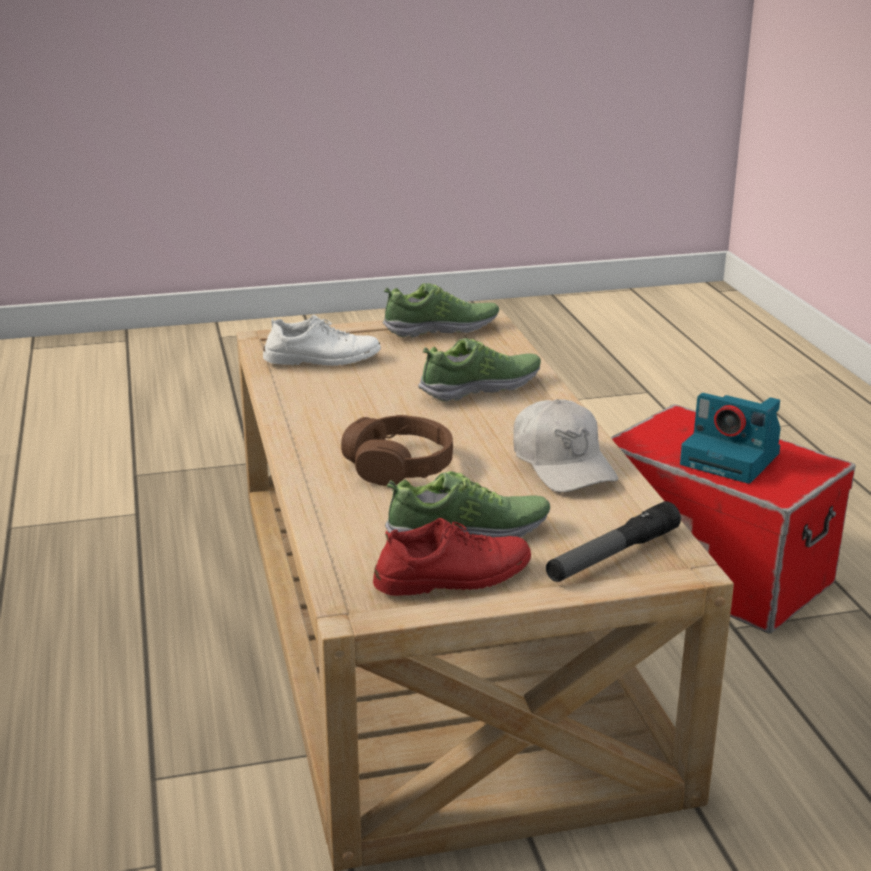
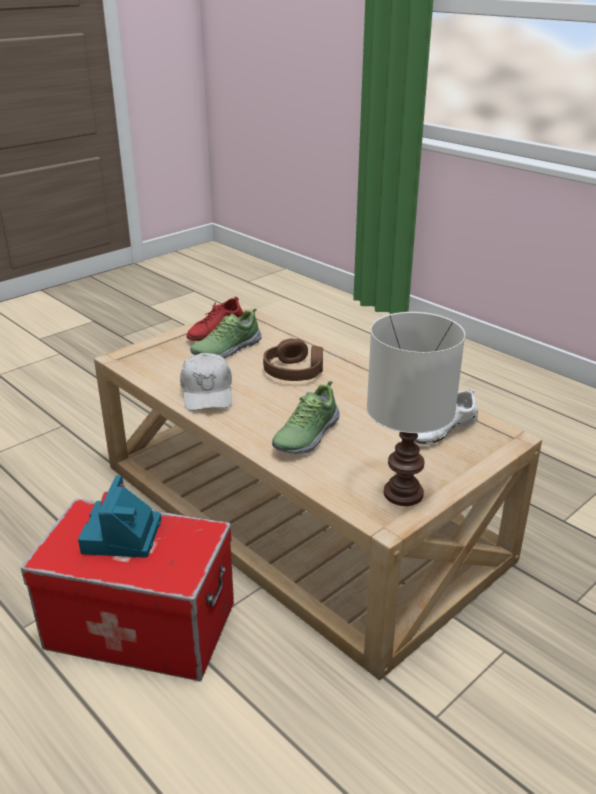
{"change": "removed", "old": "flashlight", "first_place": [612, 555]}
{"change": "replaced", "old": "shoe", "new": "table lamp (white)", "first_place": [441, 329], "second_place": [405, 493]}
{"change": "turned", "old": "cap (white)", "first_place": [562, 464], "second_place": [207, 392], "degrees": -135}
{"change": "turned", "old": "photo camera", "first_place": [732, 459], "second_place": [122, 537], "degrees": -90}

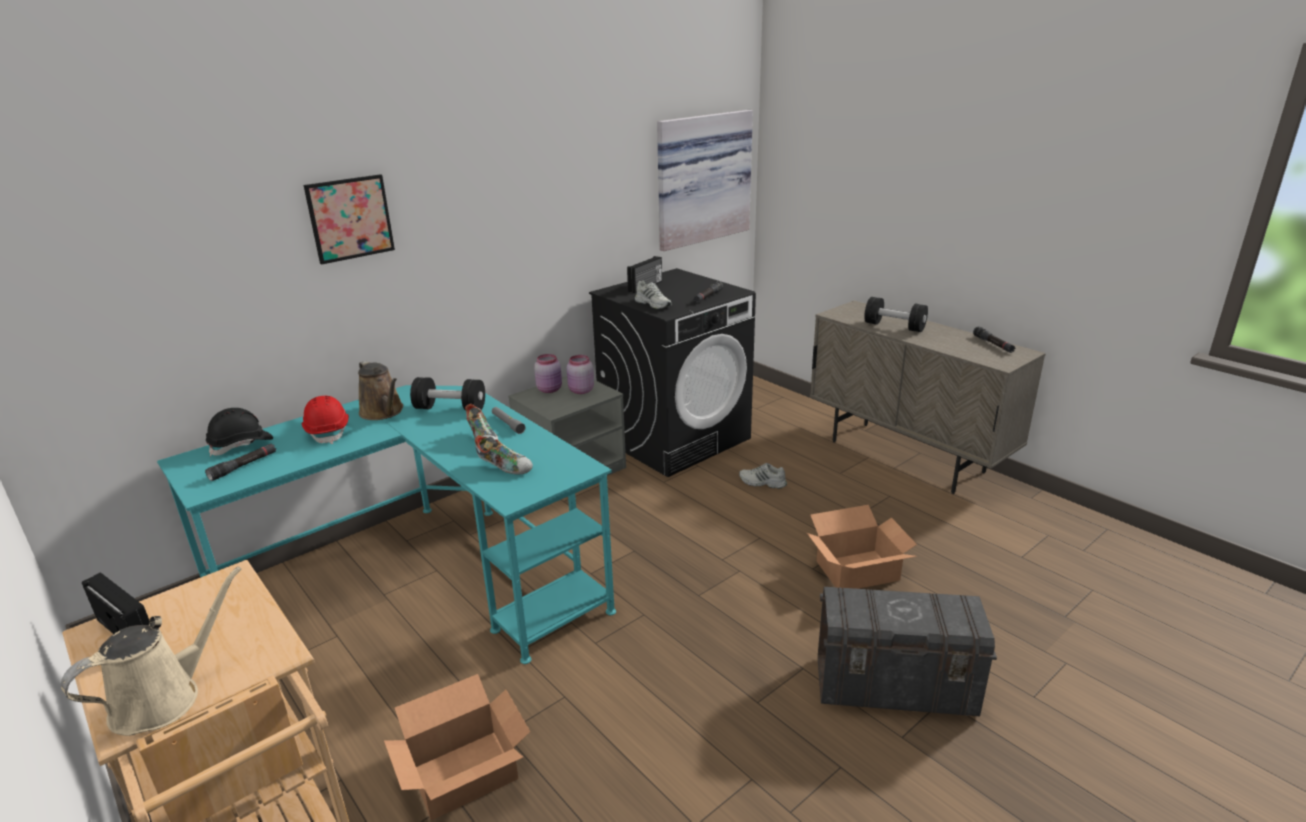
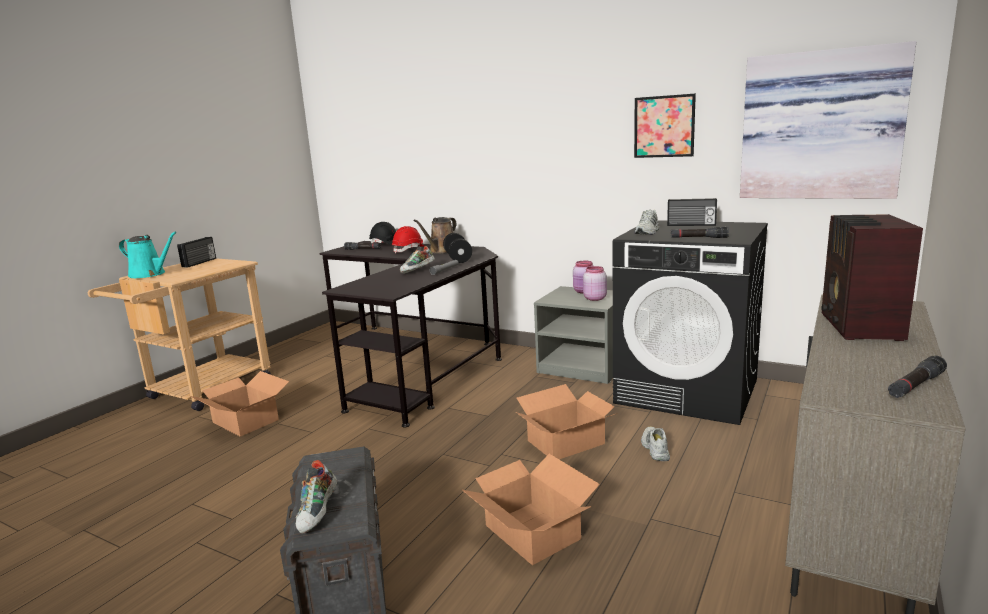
{"change": "added", "new": "cardboard box", "second_place": [567, 442]}
{"change": "moved", "old": "picture", "first_place": [350, 218], "second_place": [664, 126]}
{"change": "moved", "old": "shoe", "first_place": [505, 467], "second_place": [318, 513]}
{"change": "replaced", "old": "dumbbell (black)", "new": "radio", "first_place": [894, 326], "second_place": [859, 327]}
{"change": "recoloured", "old": "watering can (beige)", "new": "watering can (turquoise)", "first_place": [164, 698], "second_place": [150, 274]}
{"change": "recoloured", "old": "desk (turquoise)", "new": "desk (black)", "first_place": [423, 575], "second_place": [417, 362]}

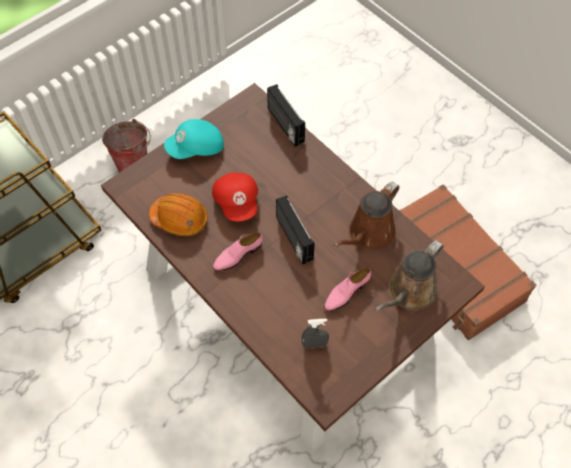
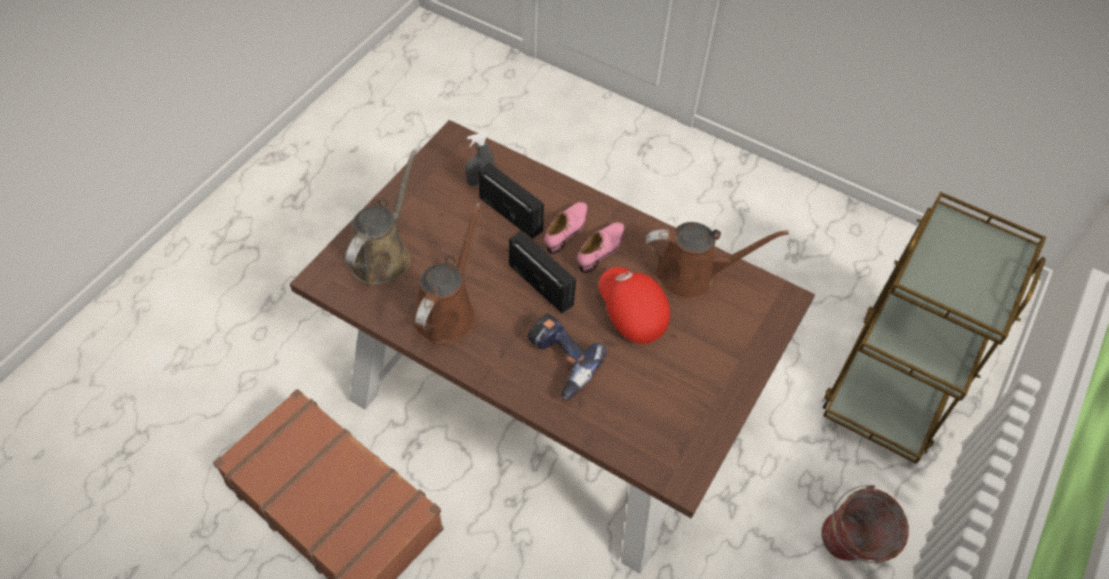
{"change": "removed", "old": "cap (turquoise)", "first_place": [196, 148]}
{"change": "added", "new": "power drill", "second_place": [559, 362]}
{"change": "moved", "old": "radio", "first_place": [284, 125], "second_place": [511, 213]}
{"change": "moved", "old": "shoe (pink)", "first_place": [346, 293], "second_place": [567, 230]}
{"change": "replaced", "old": "hard hat (orange)", "new": "watering can (brown)", "first_place": [180, 219], "second_place": [692, 275]}

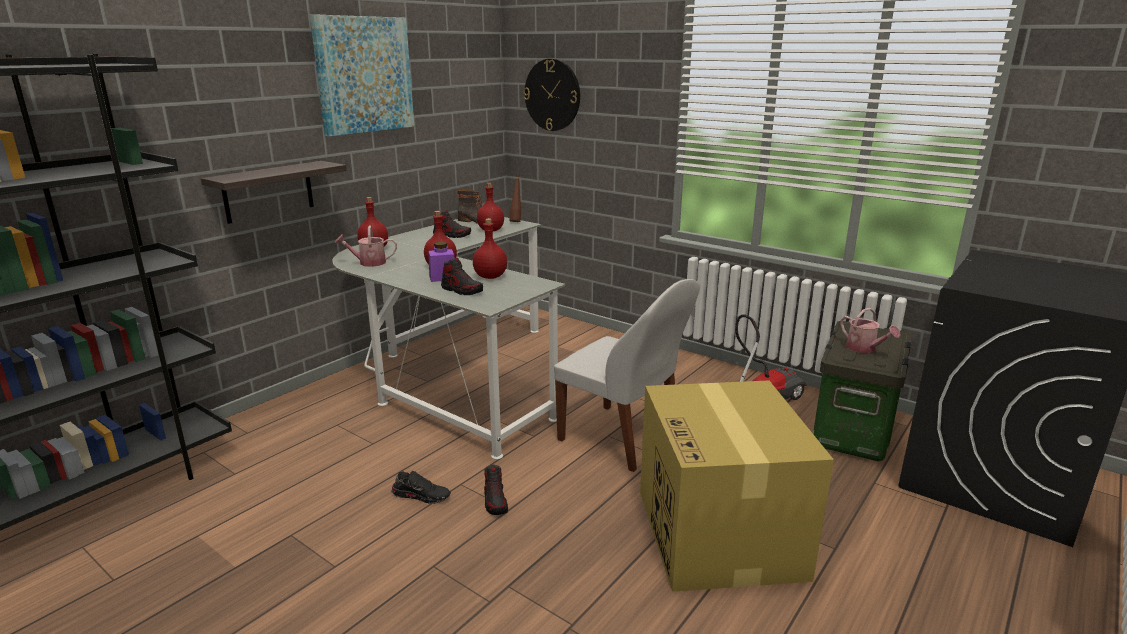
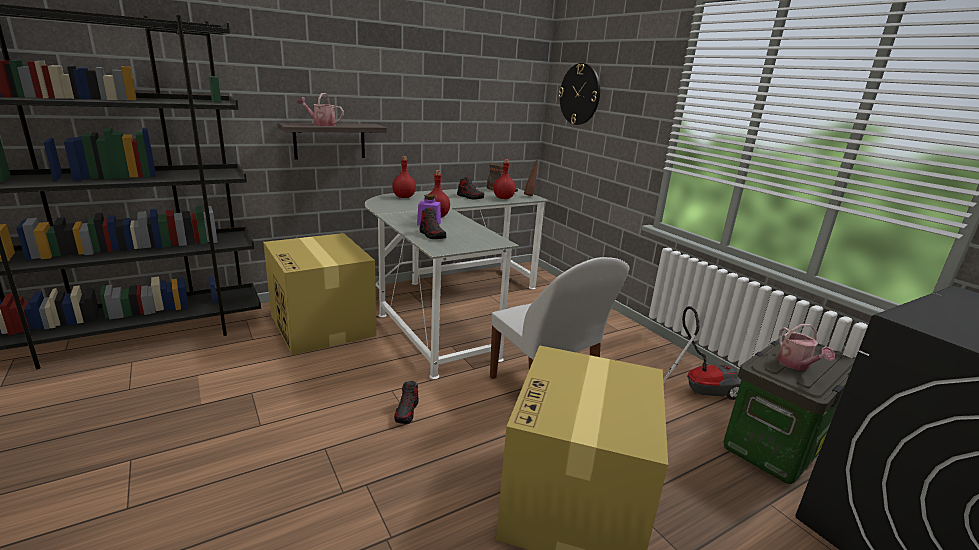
{"change": "removed", "old": "picture", "first_place": [364, 75]}
{"change": "removed", "old": "shoe (black)", "first_place": [422, 495]}
{"change": "removed", "old": "bottle (red)", "first_place": [491, 277]}
{"change": "added", "new": "cardboard box", "second_place": [323, 325]}
{"change": "moved", "old": "watering can", "first_place": [368, 263], "second_place": [321, 124]}

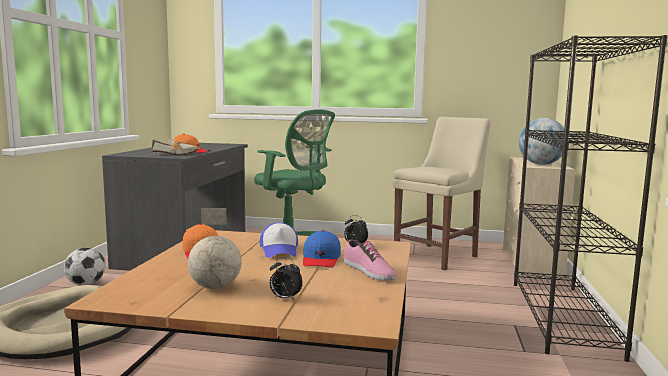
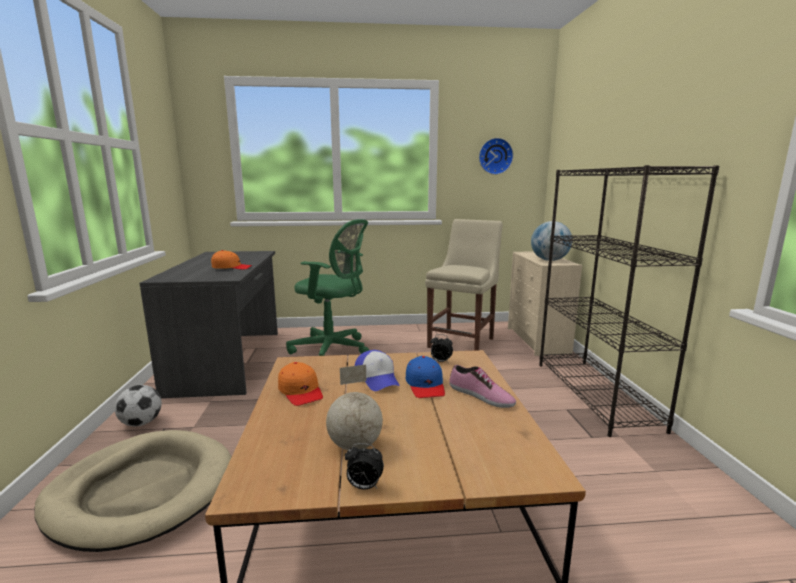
{"change": "removed", "old": "shoe", "first_place": [176, 154]}
{"change": "added", "new": "wall clock", "second_place": [495, 156]}
{"change": "moved", "old": "alarm clock", "first_place": [284, 298], "second_place": [364, 486]}

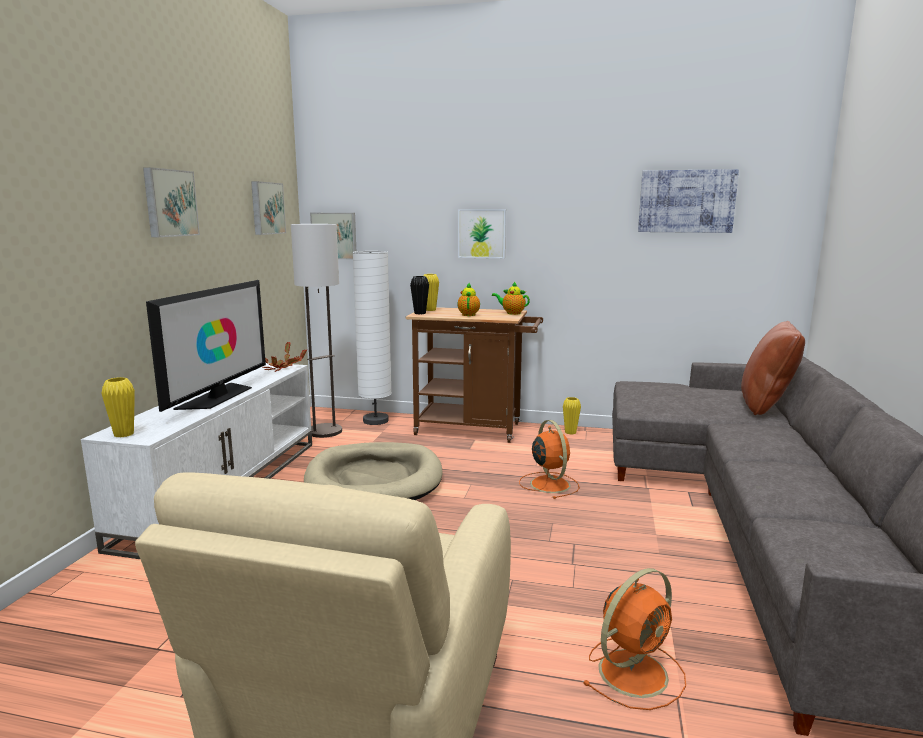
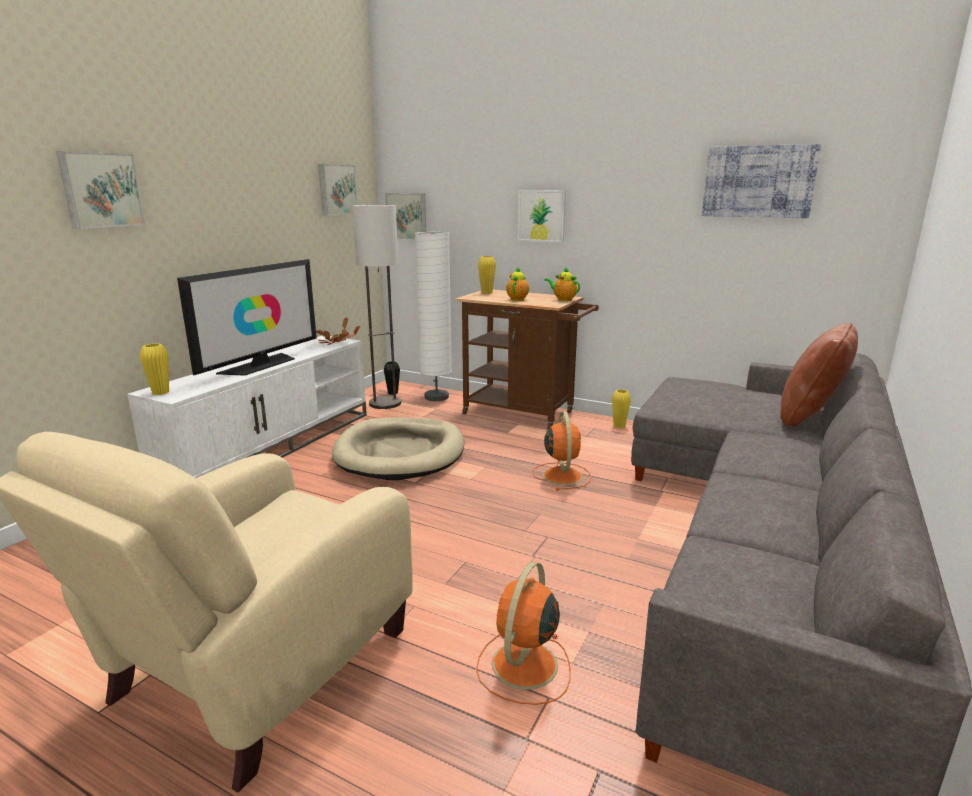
{"change": "moved", "old": "picture", "first_place": [169, 203], "second_place": [101, 190]}
{"change": "moved", "old": "vase (black)", "first_place": [420, 313], "second_place": [393, 393]}
{"change": "turned", "old": "fan (orange)", "first_place": [635, 671], "second_place": [523, 666], "degrees": 135}

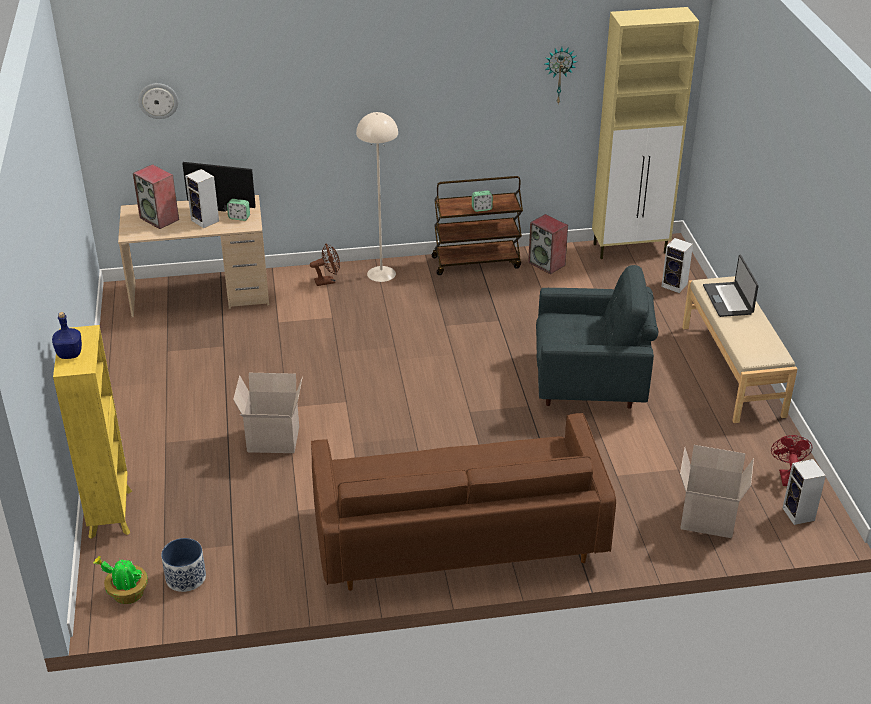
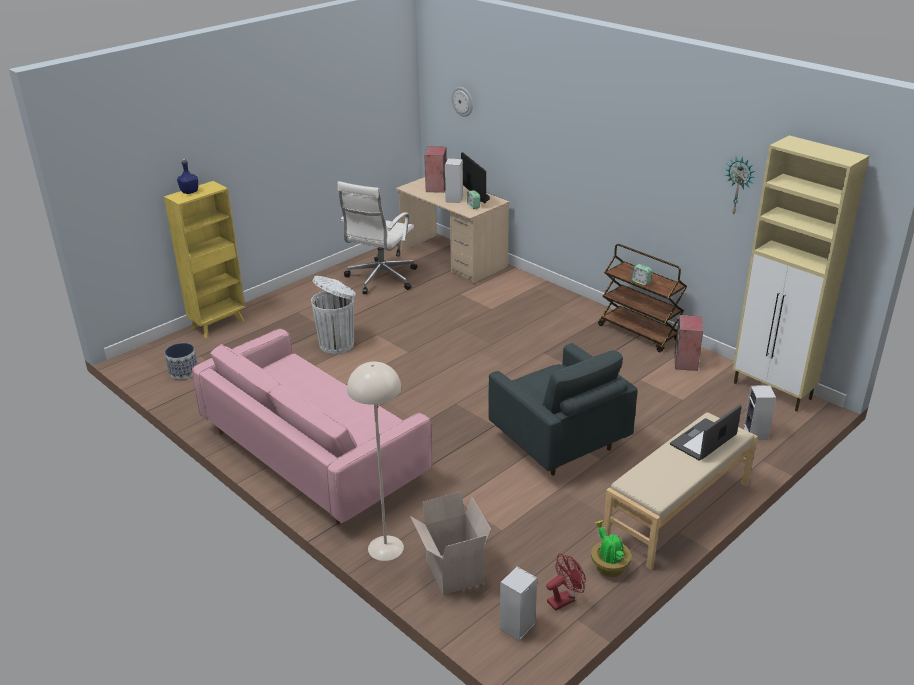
{"change": "removed", "old": "fan (brown)", "first_place": [328, 281]}
{"change": "added", "new": "office chair (white)", "second_place": [380, 279]}
{"change": "moved", "old": "potted plant", "first_place": [126, 594], "second_place": [608, 567]}
{"change": "moved", "old": "floor lamp (beige)", "first_place": [381, 274], "second_place": [385, 548]}
{"change": "replaced", "old": "cardboard box", "new": "trash can (white)", "first_place": [272, 440], "second_place": [338, 344]}
{"change": "recoloured", "old": "sofa (brown)", "new": "sofa (pink)", "first_place": [458, 535], "second_place": [314, 454]}

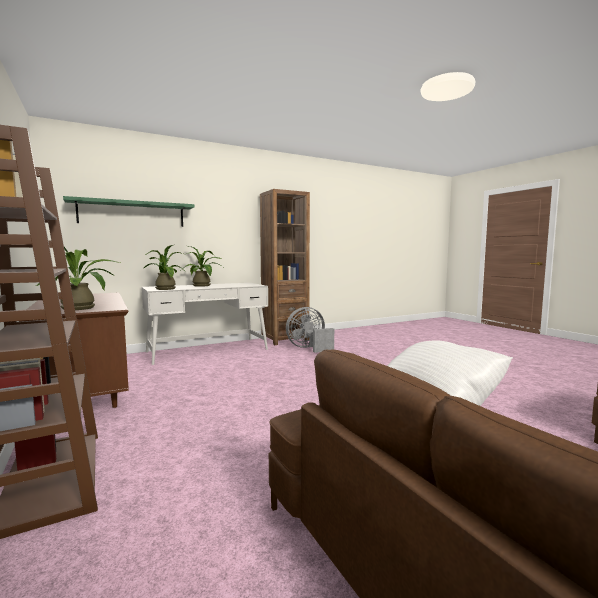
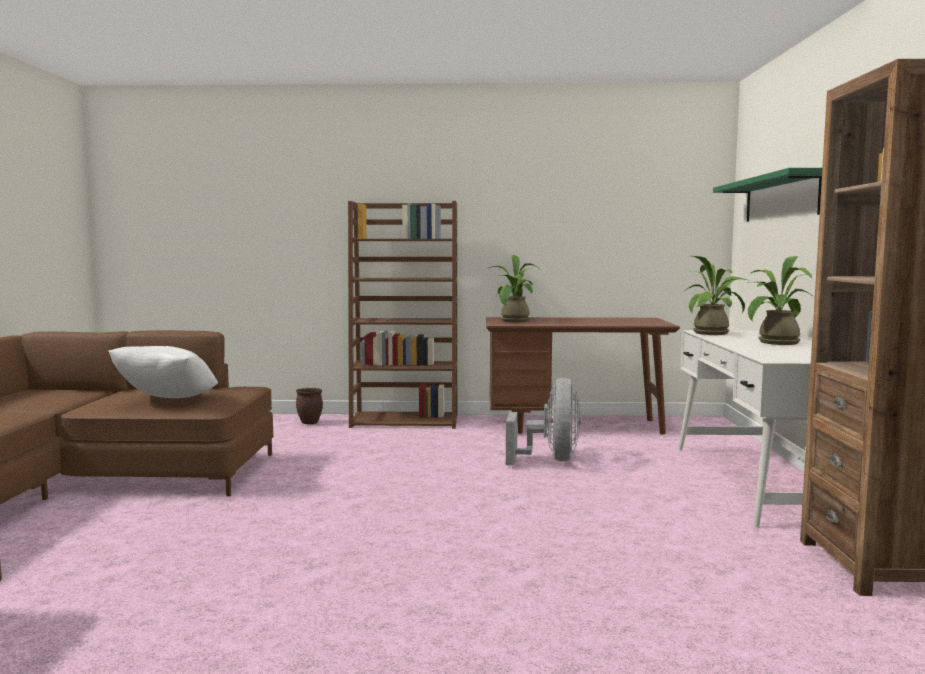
{"change": "added", "new": "planter (brown)", "second_place": [310, 422]}
{"change": "moved", "old": "fan (grey)", "first_place": [309, 348], "second_place": [551, 460]}

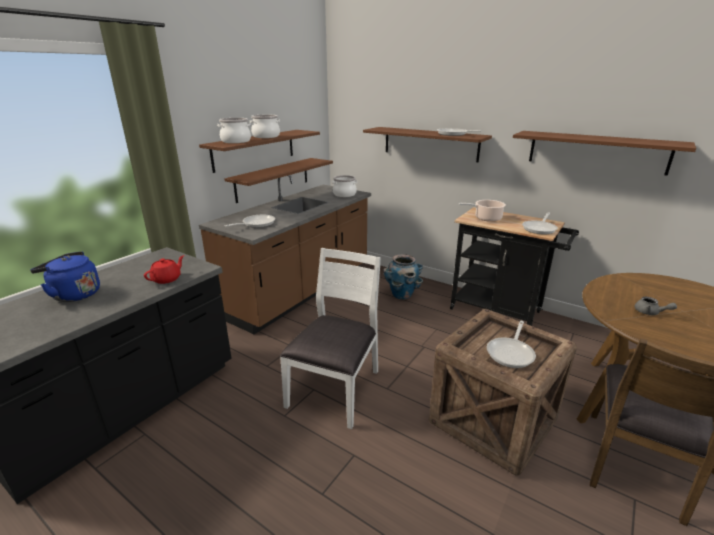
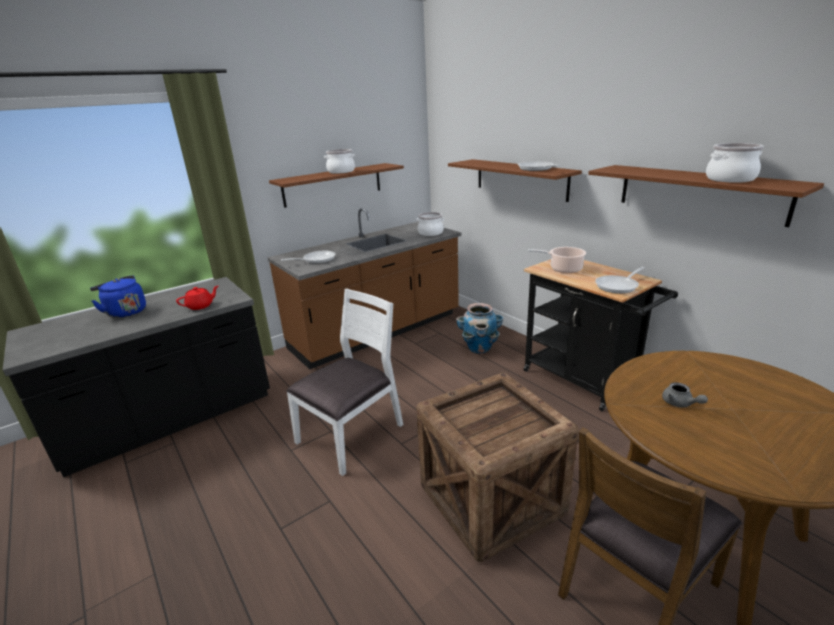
{"change": "removed", "old": "shelf (brown)", "first_place": [273, 179]}
{"change": "removed", "old": "frying pan", "first_place": [511, 353]}
{"change": "moved", "old": "cooking pot", "first_place": [236, 141], "second_place": [730, 179]}

